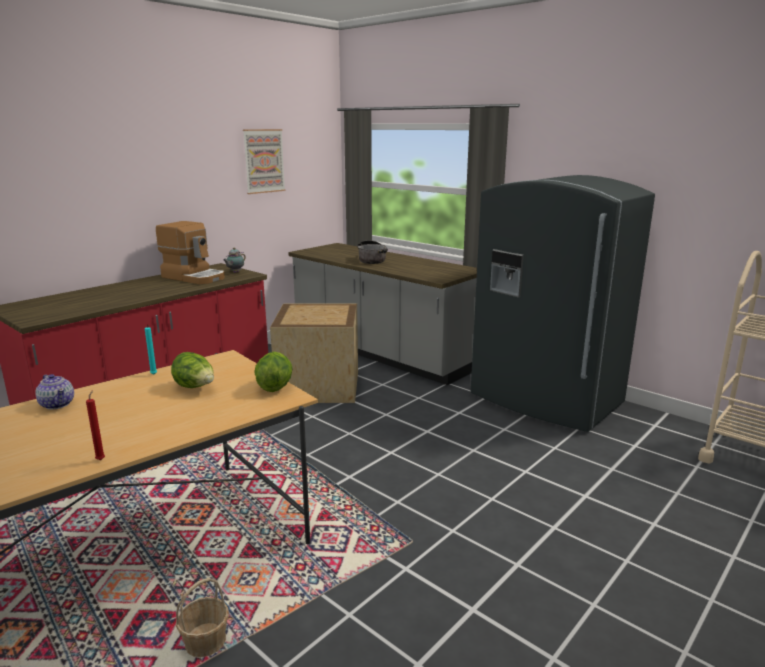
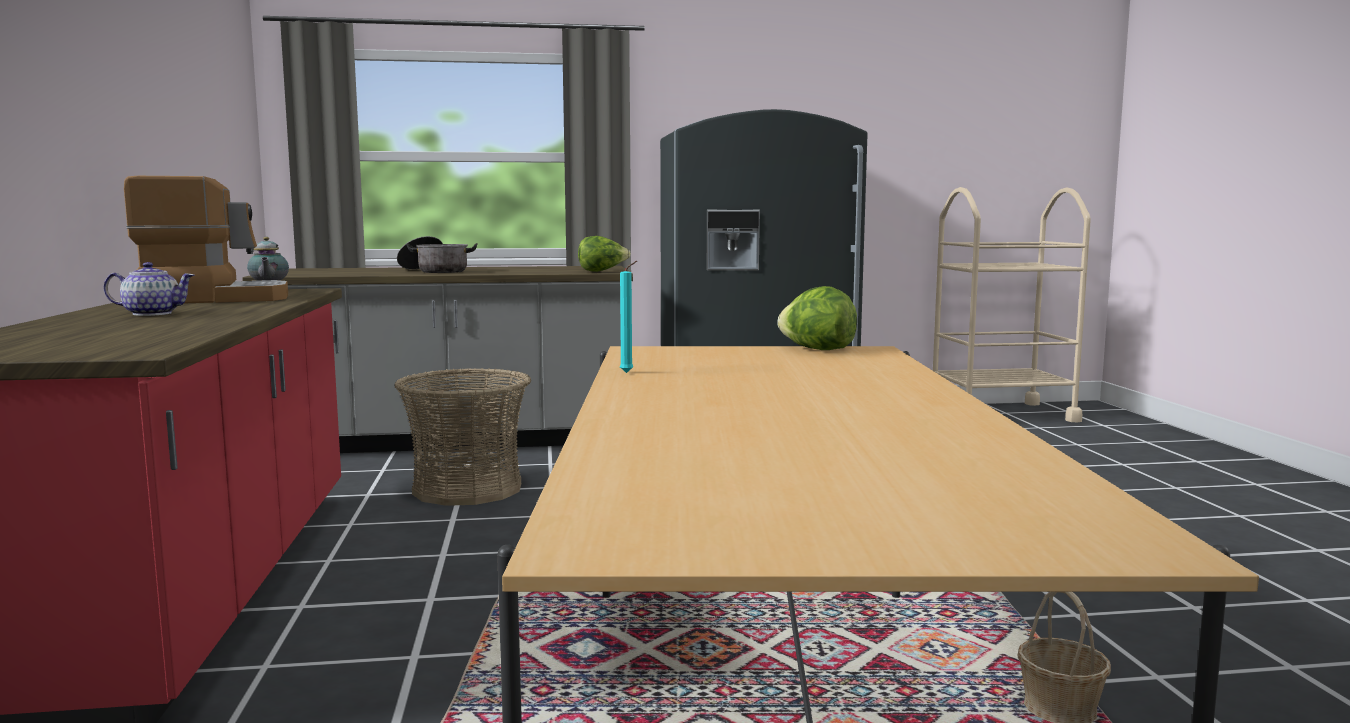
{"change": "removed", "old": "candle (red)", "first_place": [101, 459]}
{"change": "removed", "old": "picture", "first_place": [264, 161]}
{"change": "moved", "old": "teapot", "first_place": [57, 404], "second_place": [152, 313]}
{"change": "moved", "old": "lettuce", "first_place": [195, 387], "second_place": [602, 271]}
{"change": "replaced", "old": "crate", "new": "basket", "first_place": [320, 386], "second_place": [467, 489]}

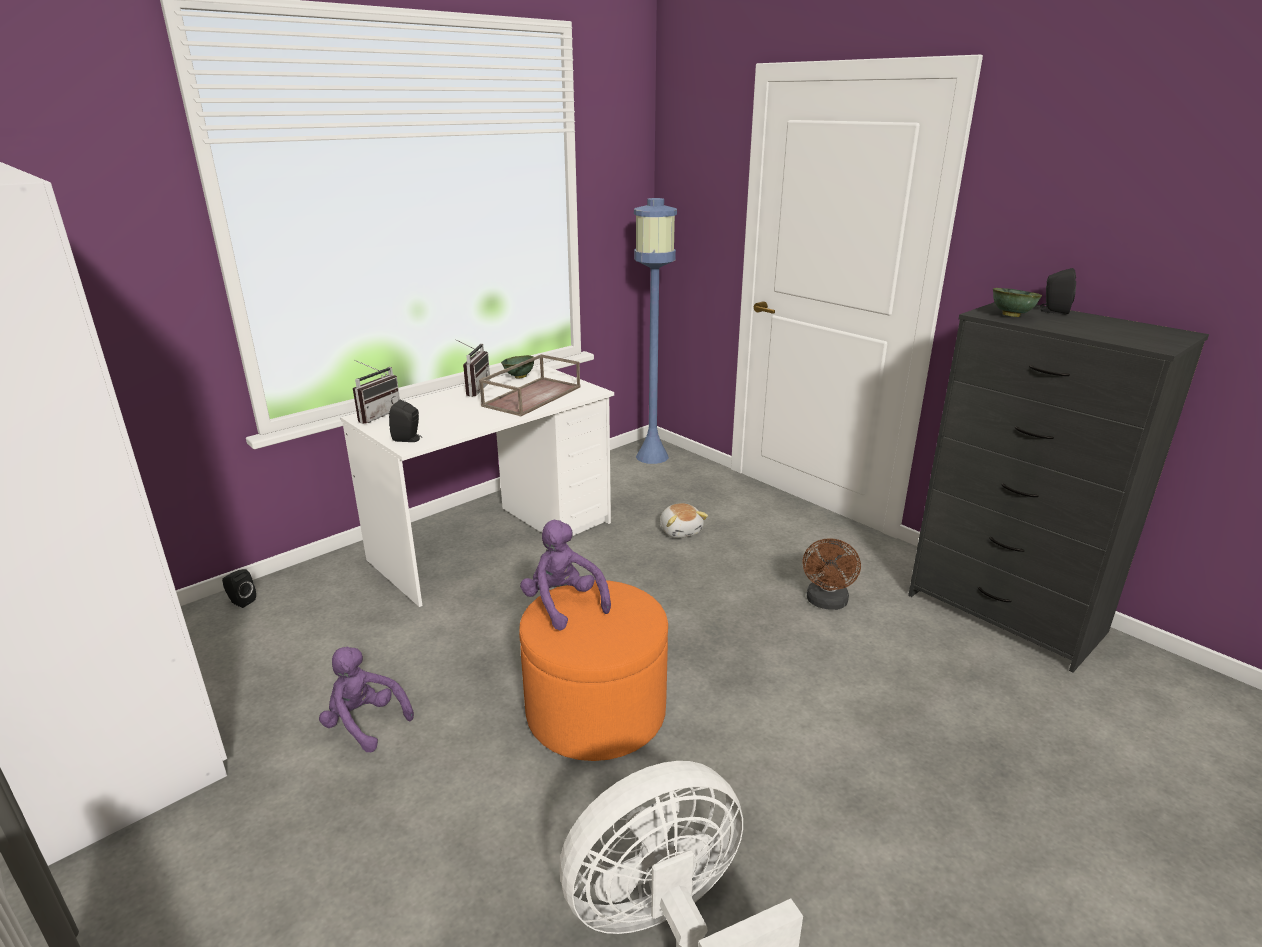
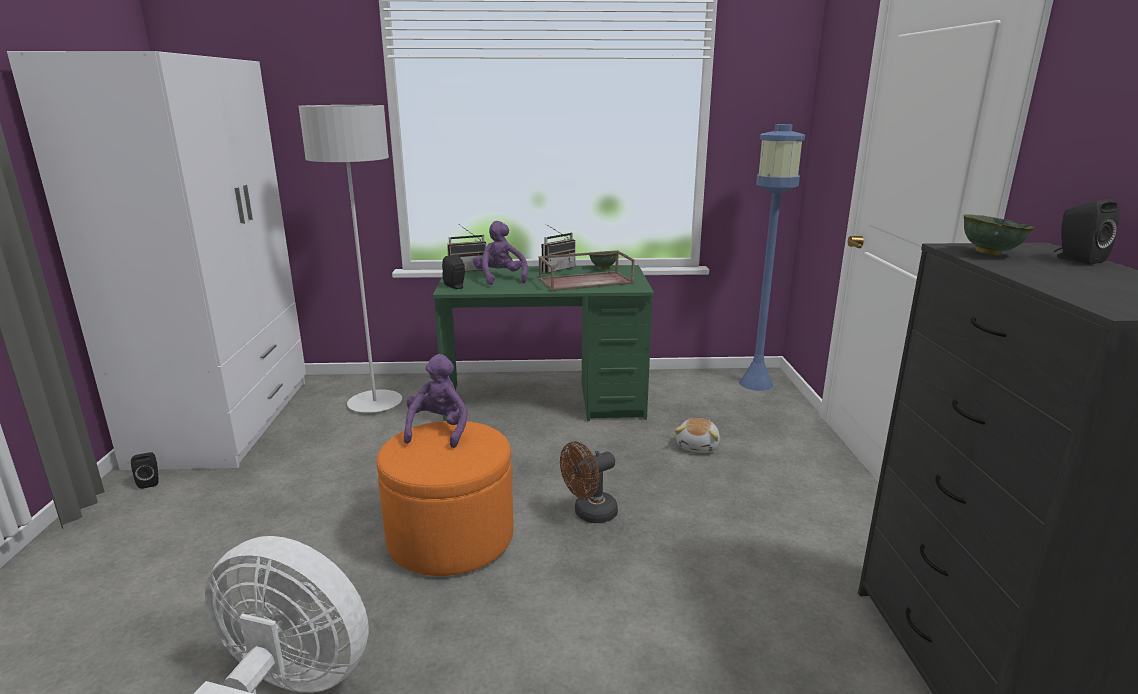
{"change": "added", "new": "floor lamp (grey)", "second_place": [375, 404]}
{"change": "moved", "old": "speaker (black)", "first_place": [241, 601], "second_place": [150, 482]}
{"change": "moved", "old": "plush toy (purple)", "first_place": [364, 723], "second_place": [500, 279]}
{"change": "moved", "old": "fan (brown)", "first_place": [826, 603], "second_place": [589, 514]}
{"change": "recoloured", "old": "desk (white)", "new": "desk (green)", "first_place": [494, 542], "second_place": [545, 402]}

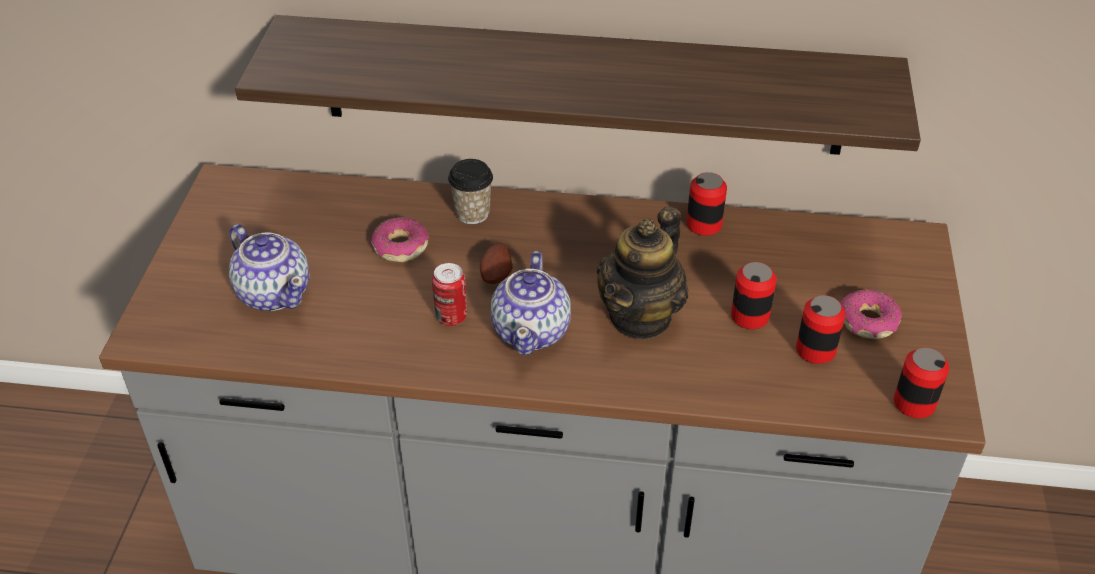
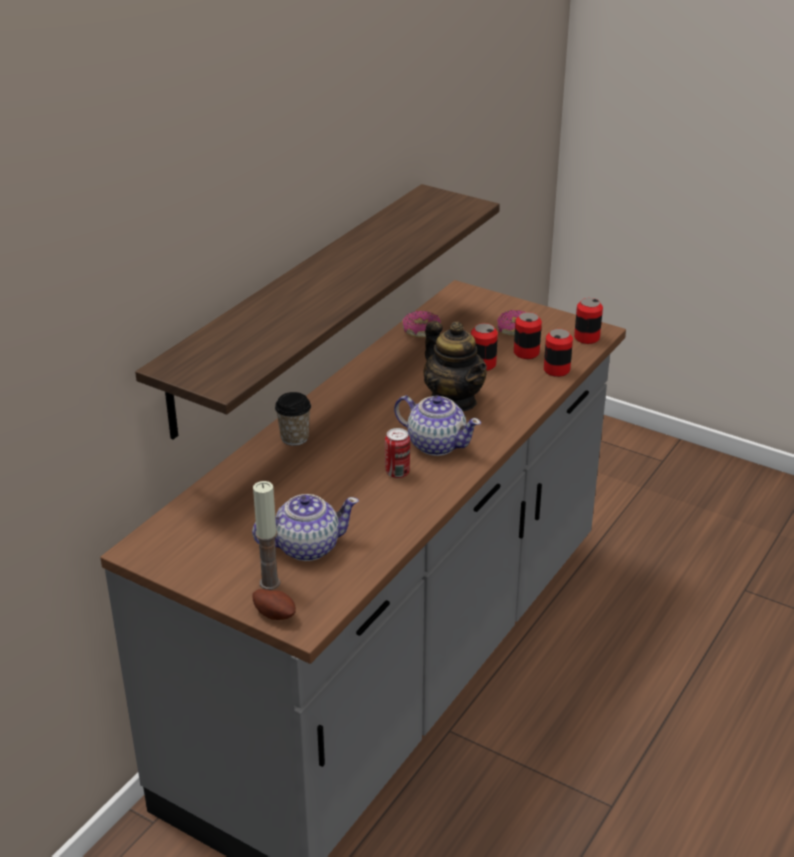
{"change": "added", "new": "candle", "second_place": [269, 583]}
{"change": "moved", "old": "donut", "first_place": [400, 247], "second_place": [421, 331]}
{"change": "moved", "old": "potato", "first_place": [497, 275], "second_place": [275, 614]}
{"change": "moved", "old": "can", "first_place": [703, 224], "second_place": [556, 370]}

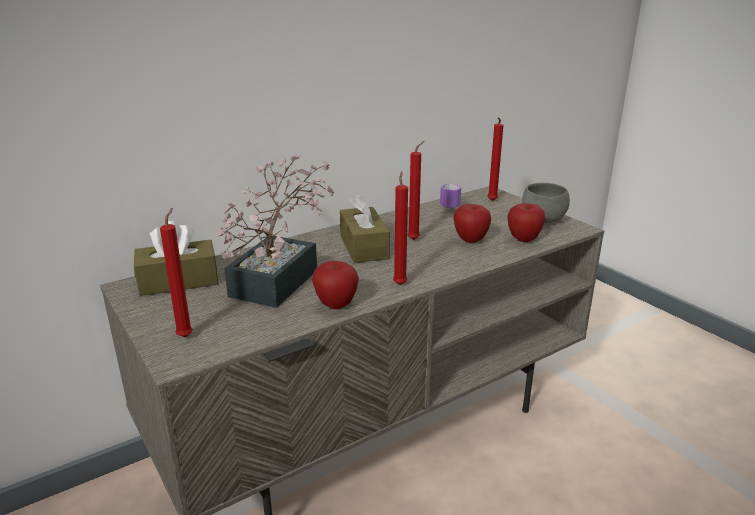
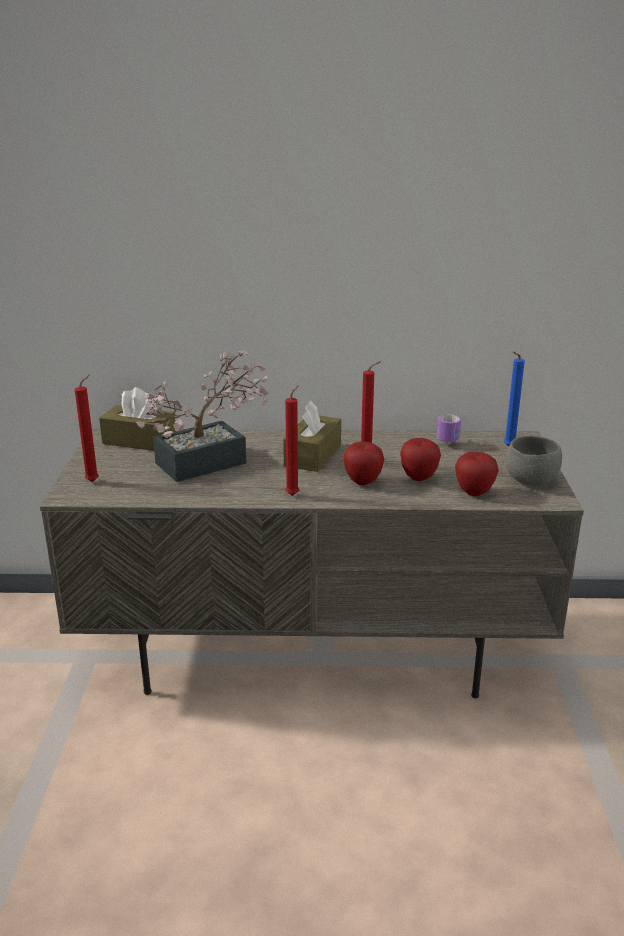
{"change": "moved", "old": "apple", "first_place": [336, 305], "second_place": [363, 482]}
{"change": "recoloured", "old": "candle (red)", "new": "candle (blue)", "first_place": [491, 201], "second_place": [507, 447]}

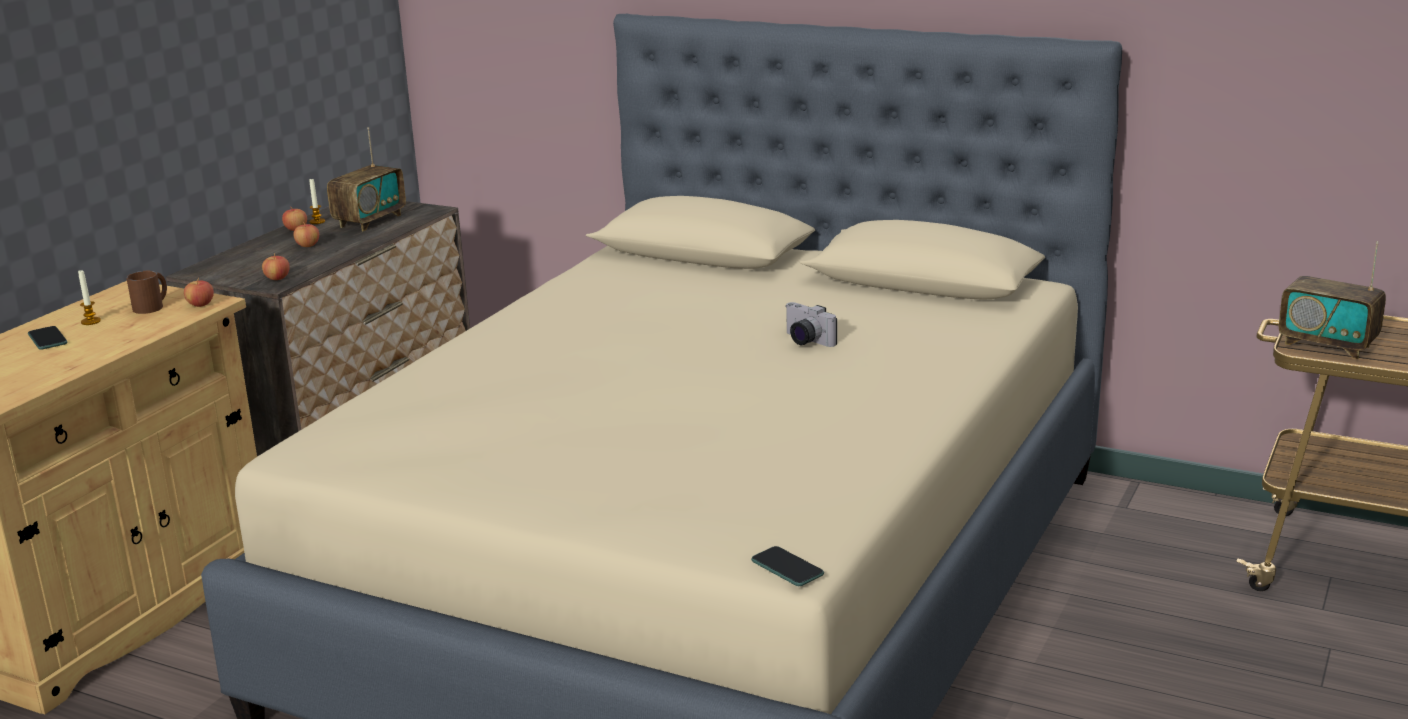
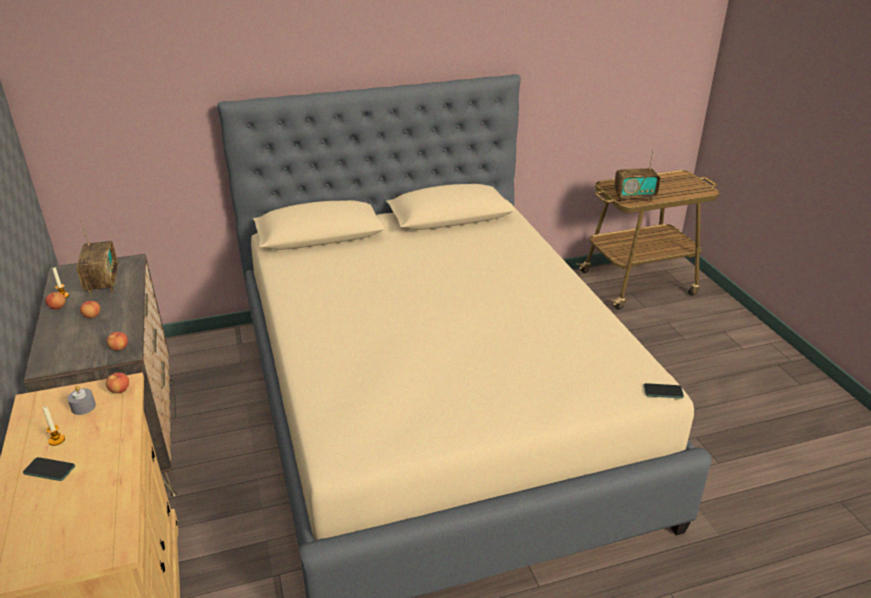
{"change": "removed", "old": "photo camera", "first_place": [804, 341]}
{"change": "replaced", "old": "mug (brown)", "new": "candle (grey)", "first_place": [152, 306], "second_place": [83, 407]}

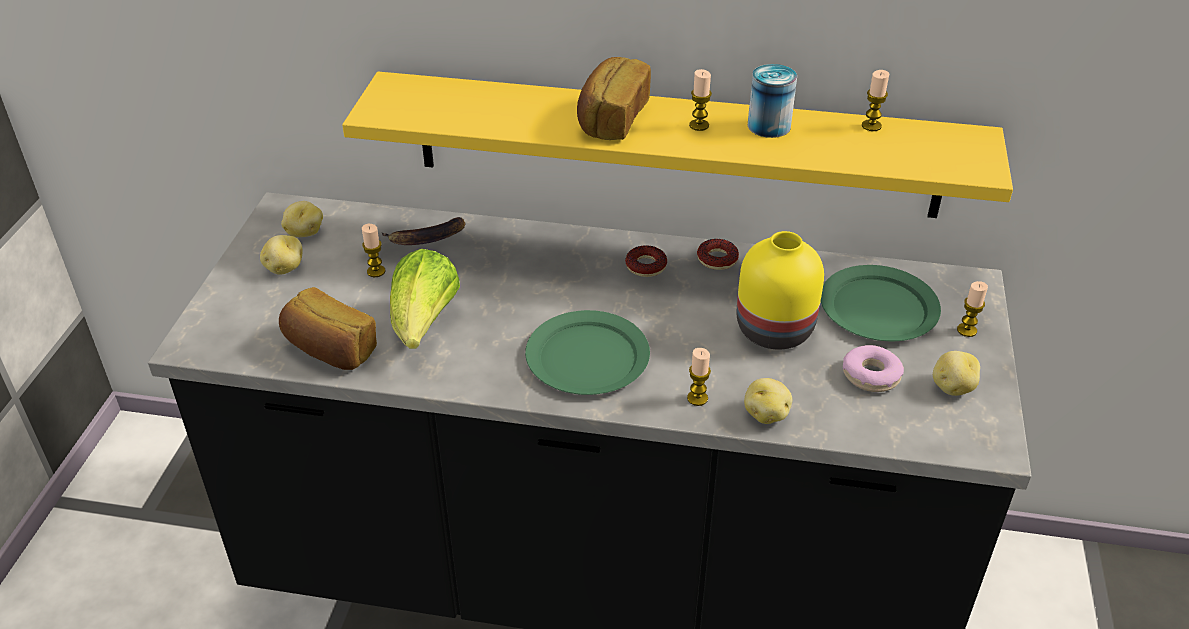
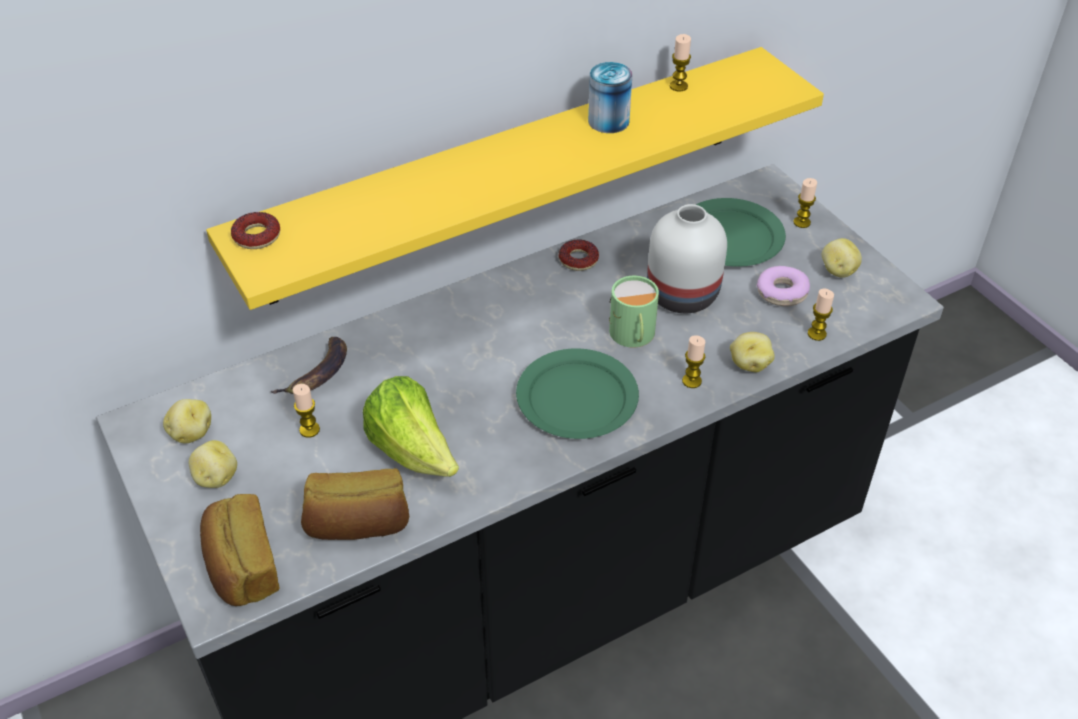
{"change": "added", "new": "mug (green)", "second_place": [632, 335]}
{"change": "moved", "old": "bread", "first_place": [611, 119], "second_place": [242, 567]}
{"change": "moved", "old": "donut", "first_place": [646, 266], "second_place": [257, 236]}
{"change": "moved", "old": "candle", "first_place": [699, 125], "second_place": [816, 334]}
{"change": "recoloured", "old": "vase (yellow)", "new": "vase (white)", "first_place": [772, 330], "second_place": [681, 296]}

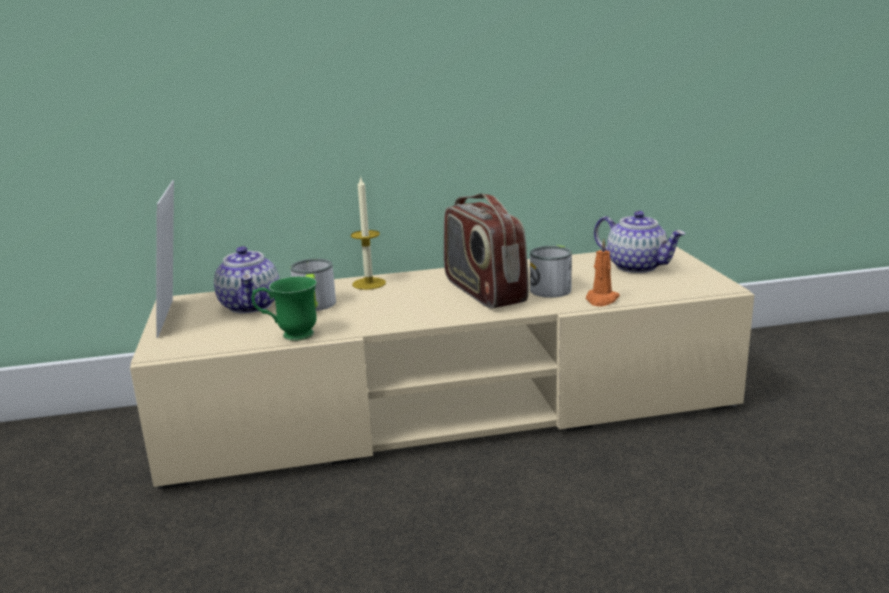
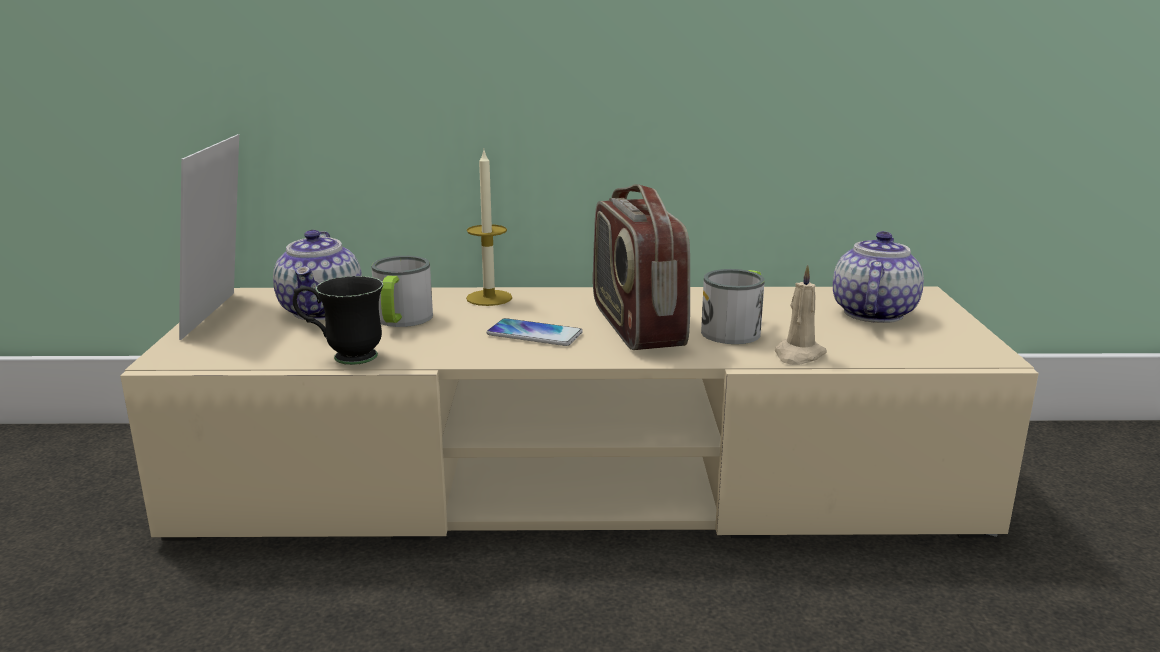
{"change": "added", "new": "phone", "second_place": [534, 334]}
{"change": "recoloured", "old": "mug (green)", "new": "mug (black)", "first_place": [289, 336], "second_place": [343, 357]}
{"change": "recoloured", "old": "candle (orange)", "new": "candle (beige)", "first_place": [601, 300], "second_place": [798, 355]}
{"change": "turned", "old": "teapot", "first_place": [637, 266], "second_place": [872, 313], "degrees": -120}

